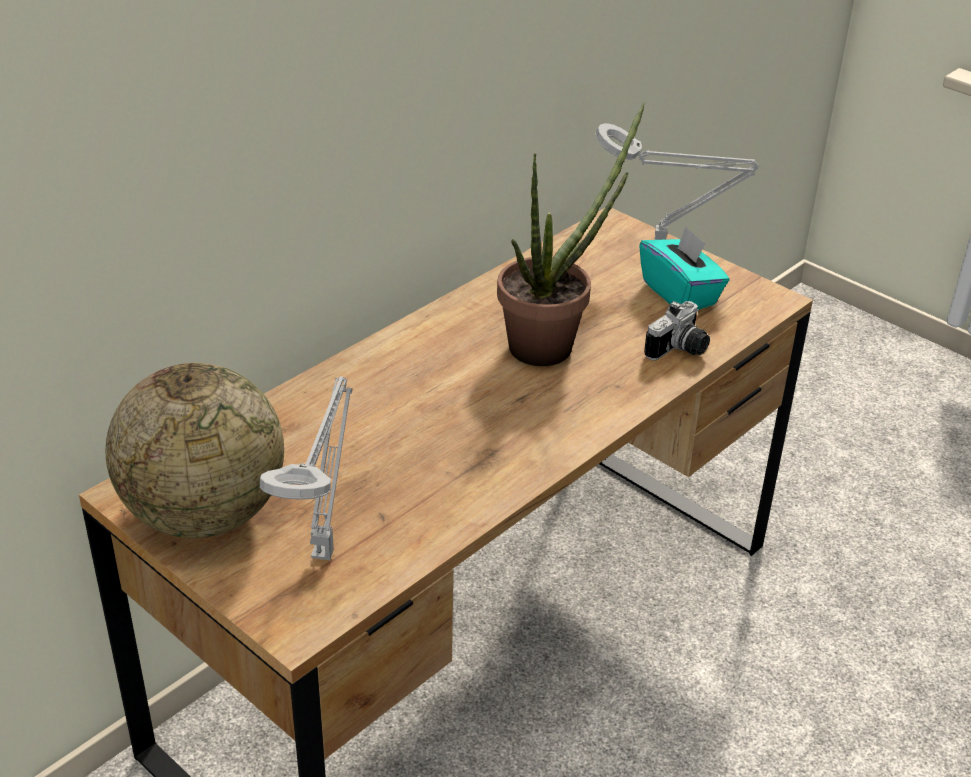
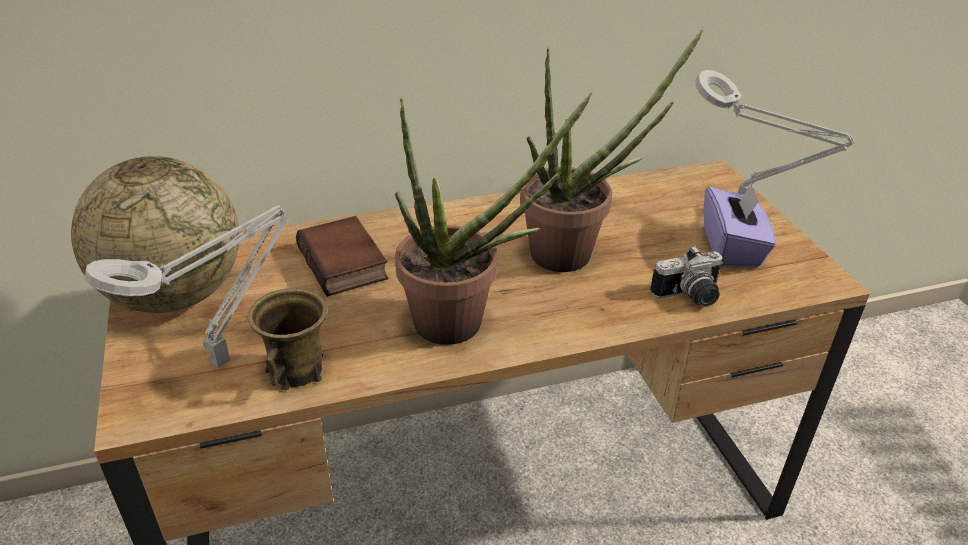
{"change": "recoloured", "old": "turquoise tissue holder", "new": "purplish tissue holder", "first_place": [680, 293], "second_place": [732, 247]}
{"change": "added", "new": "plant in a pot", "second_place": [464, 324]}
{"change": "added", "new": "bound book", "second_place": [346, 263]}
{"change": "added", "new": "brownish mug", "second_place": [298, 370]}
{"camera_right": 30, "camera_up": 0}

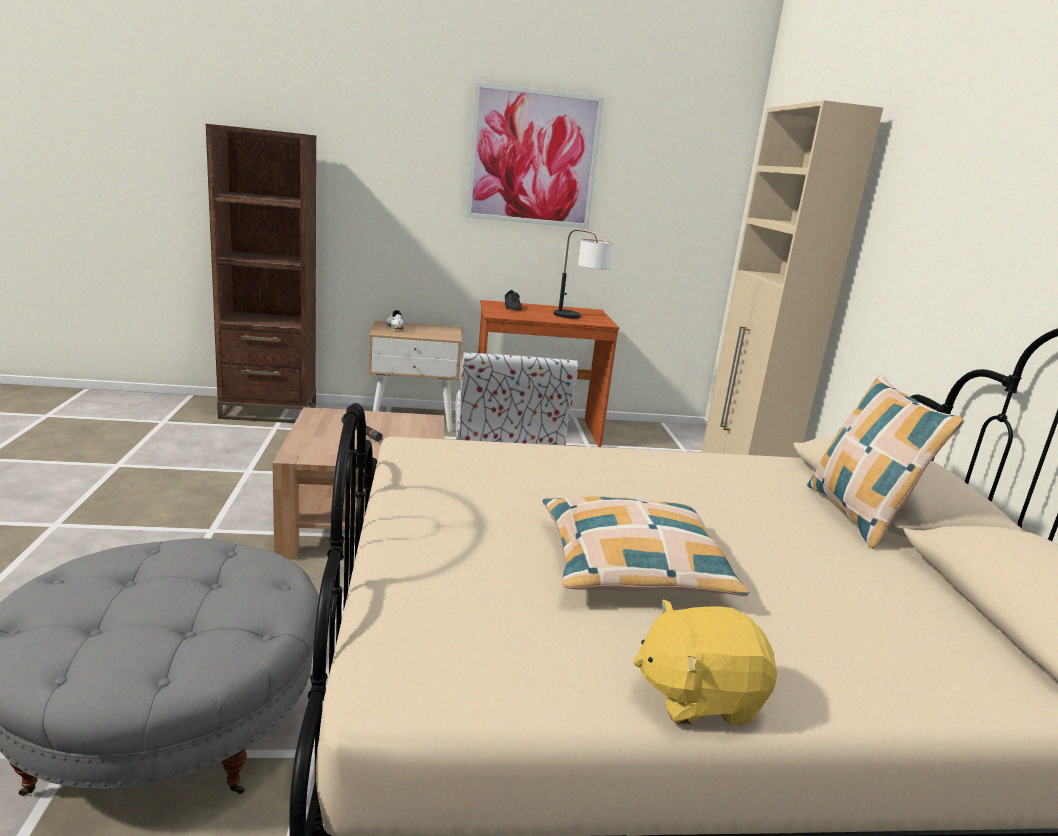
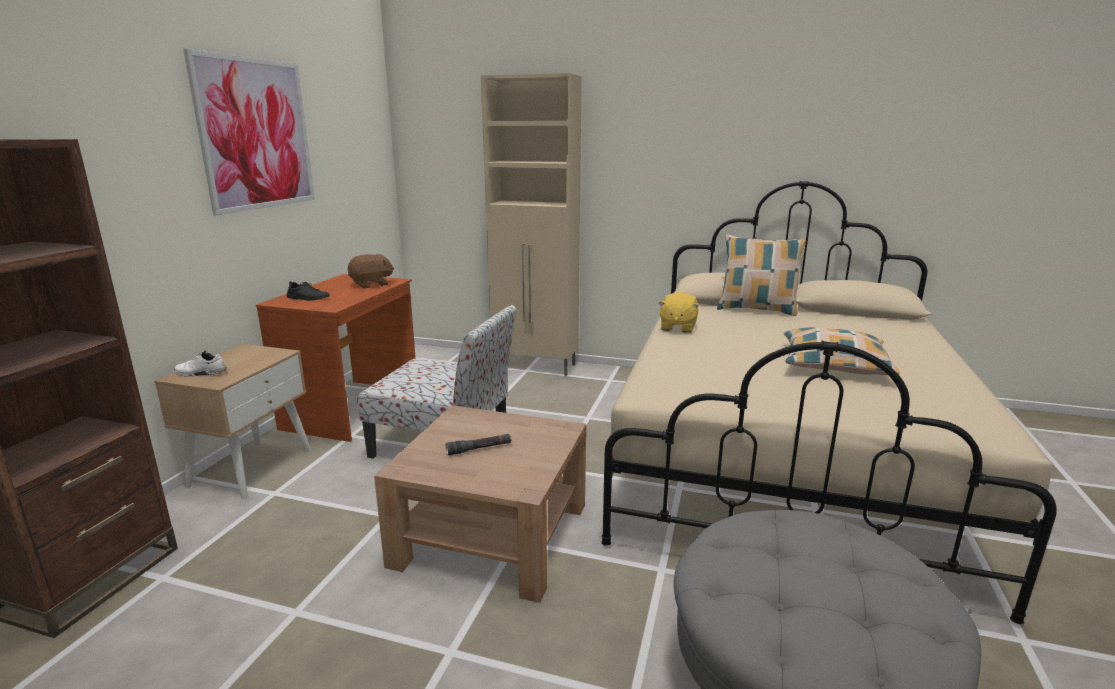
{"change": "replaced", "old": "table lamp", "new": "brownish plush toy", "first_place": [578, 318], "second_place": [371, 284]}
{"change": "moved", "old": "yellow plush toy", "first_place": [698, 696], "second_place": [677, 327]}
{"camera_right": -65, "camera_up": 0}

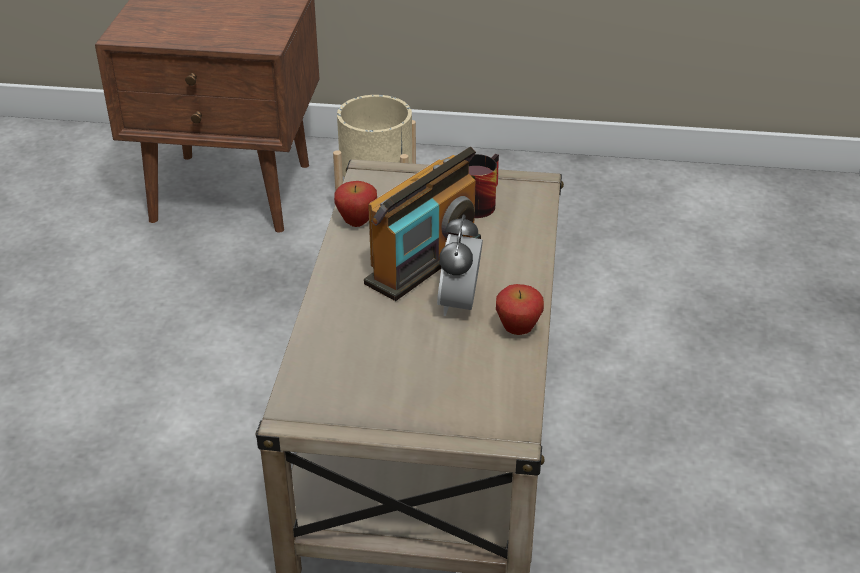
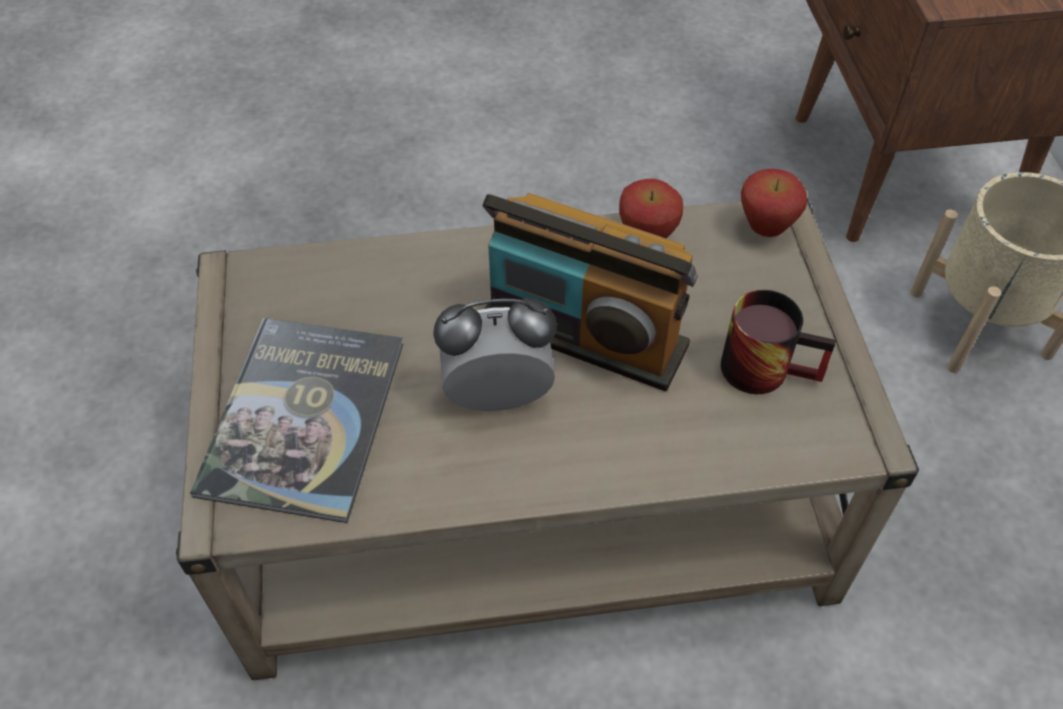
{"change": "moved", "old": "whole apple", "first_place": [518, 331], "second_place": [765, 229]}
{"change": "added", "new": "bound book", "second_place": [303, 417]}
{"camera_right": 75, "camera_up": 15}

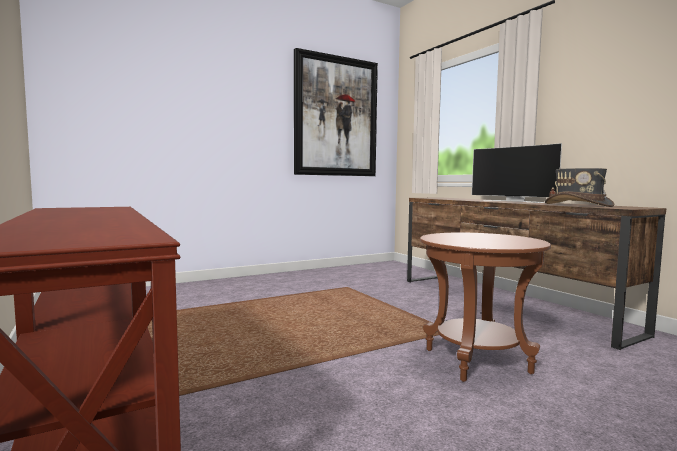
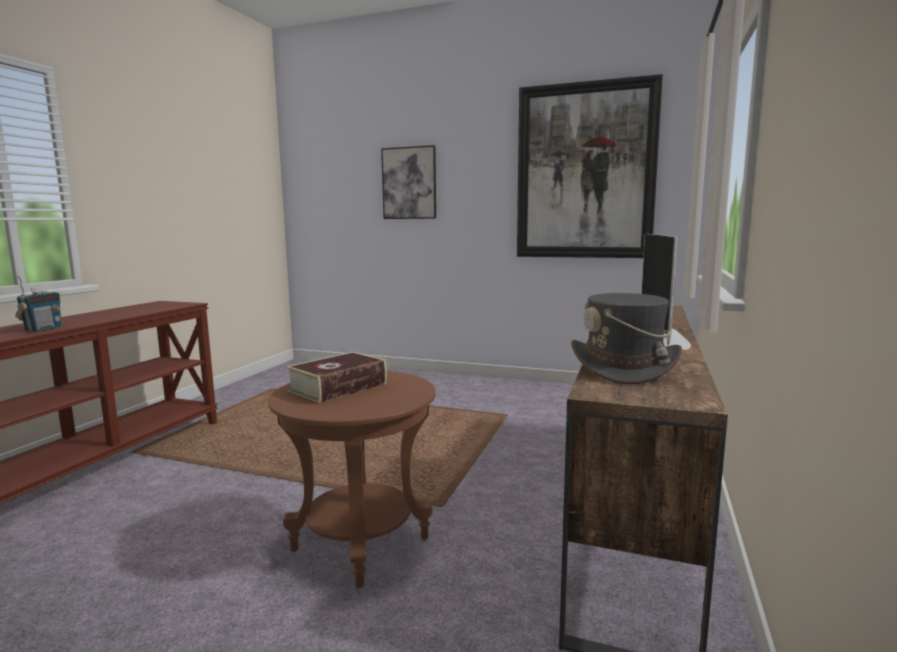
{"change": "added", "new": "picture", "second_place": [409, 183]}
{"change": "added", "new": "radio", "second_place": [43, 329]}
{"change": "added", "new": "bound book", "second_place": [338, 387]}
{"camera_right": 50, "camera_up": 5}

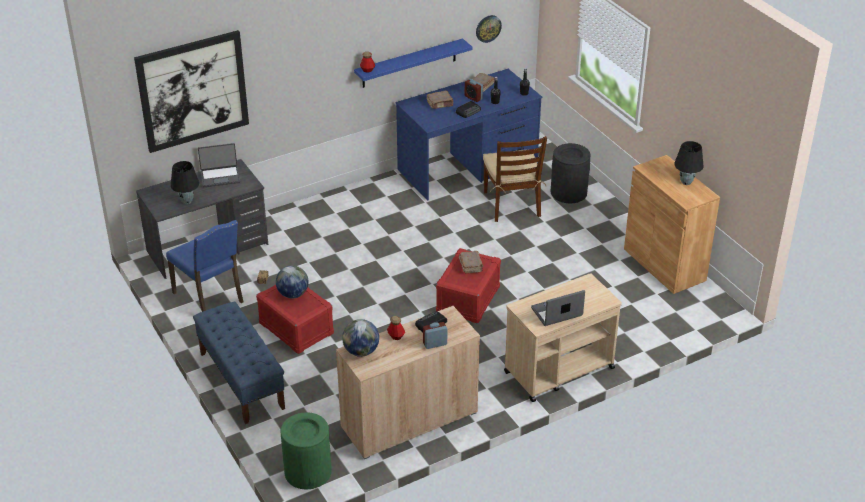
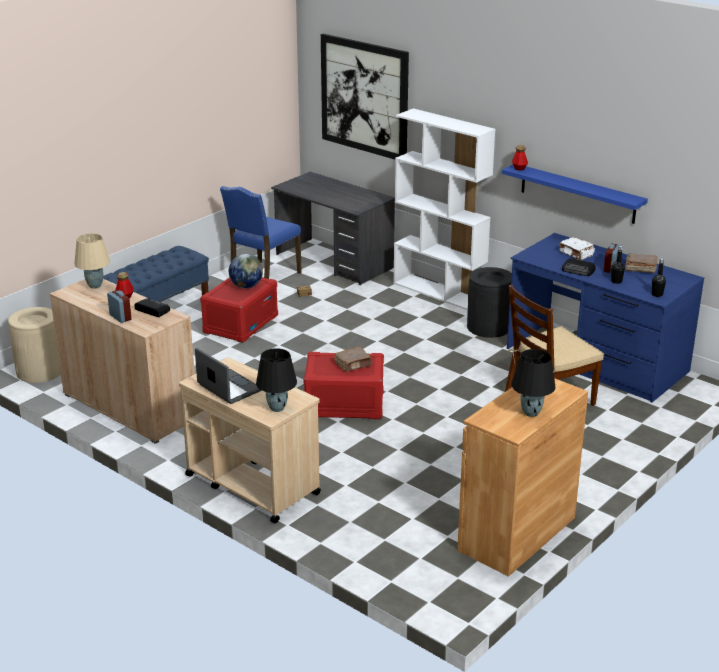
{"change": "removed", "old": "wall clock", "first_place": [488, 28]}
{"change": "recoloured", "old": "brownish bound book", "new": "whitish bound book", "first_place": [440, 104], "second_place": [576, 254]}
{"change": "removed", "old": "notebook computer", "first_place": [220, 177]}
{"change": "moved", "old": "blackish waste bin", "first_place": [569, 192], "second_place": [488, 327]}
{"change": "moved", "old": "blackish table lamp", "first_place": [187, 201], "second_place": [277, 408]}
{"change": "replaced", "old": "desk globe", "new": "beige-coloured table lamp", "first_place": [361, 351], "second_place": [94, 286]}
{"change": "recoloured", "old": "green-coloured waste bin", "new": "beige-coloured waste bin", "first_place": [308, 471], "second_place": [40, 371]}
{"change": "added", "new": "whitish bookcase", "second_place": [439, 292]}
{"camera_right": 70, "camera_up": -10}

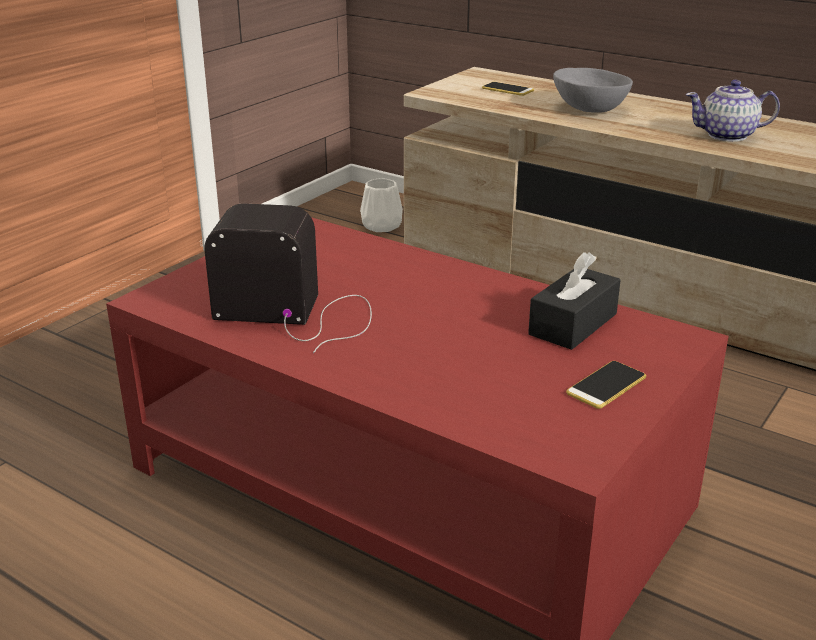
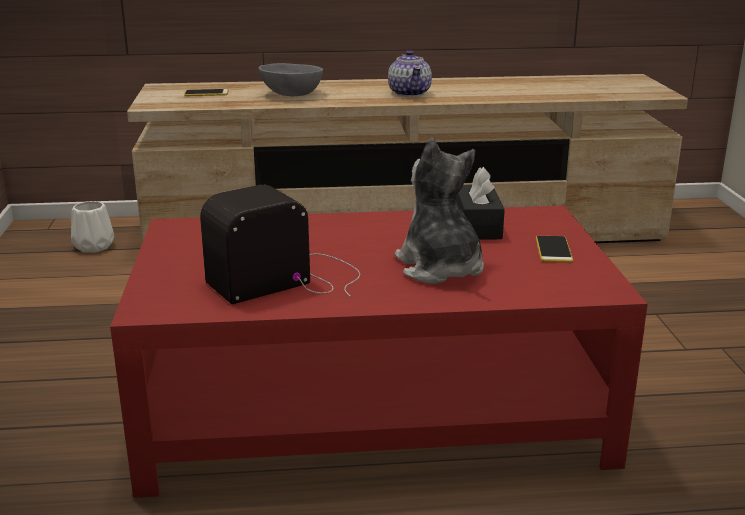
{"change": "turned", "old": "pot for tea", "first_place": [728, 135], "second_place": [409, 93], "degrees": -60}
{"change": "added", "new": "plush toy", "second_place": [440, 268]}
{"camera_right": -40, "camera_up": -5}

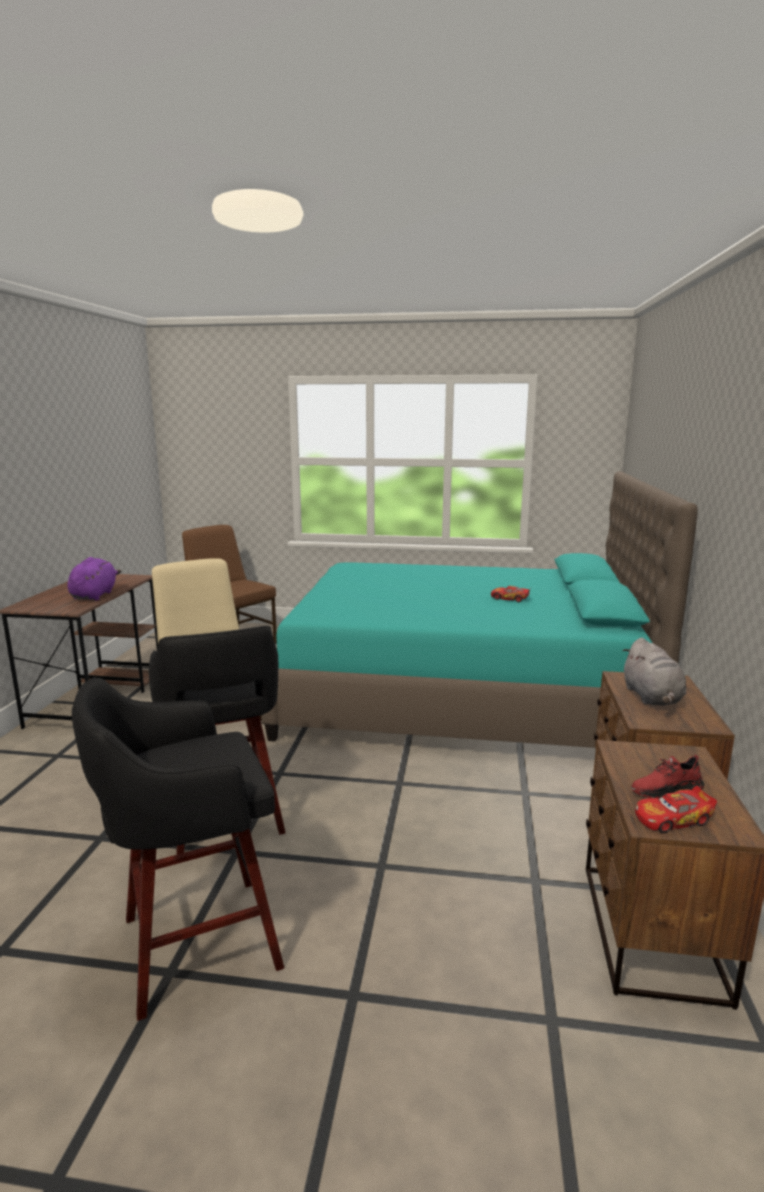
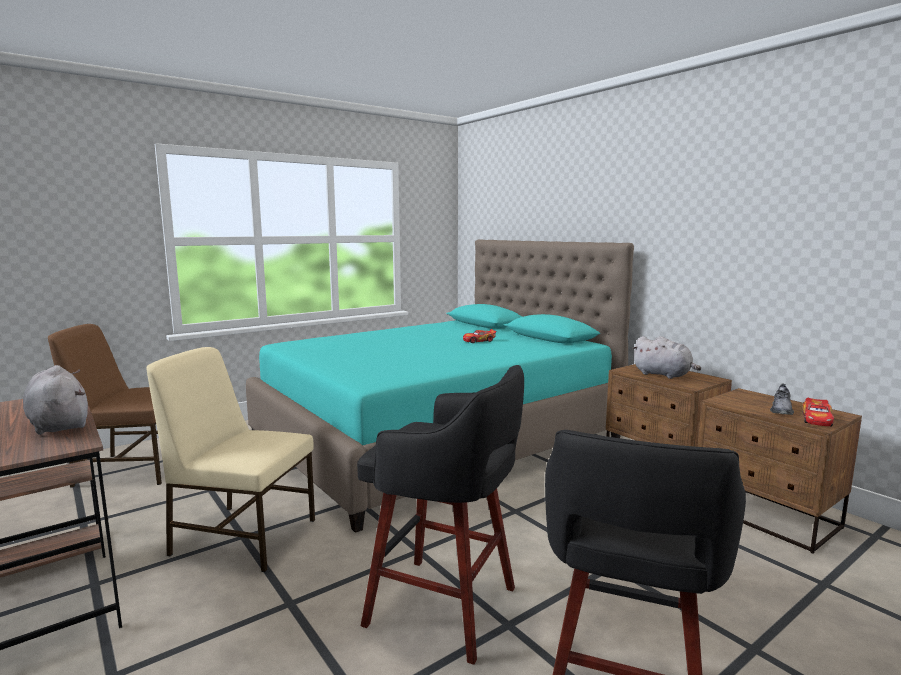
{"change": "recoloured", "old": "purplish plush toy", "new": "grey plush toy", "first_place": [95, 595], "second_place": [58, 424]}
{"change": "recoloured", "old": "reddish item of footwear", "new": "grey item of footwear", "first_place": [665, 789], "second_place": [781, 410]}
{"camera_right": -45, "camera_up": -5}

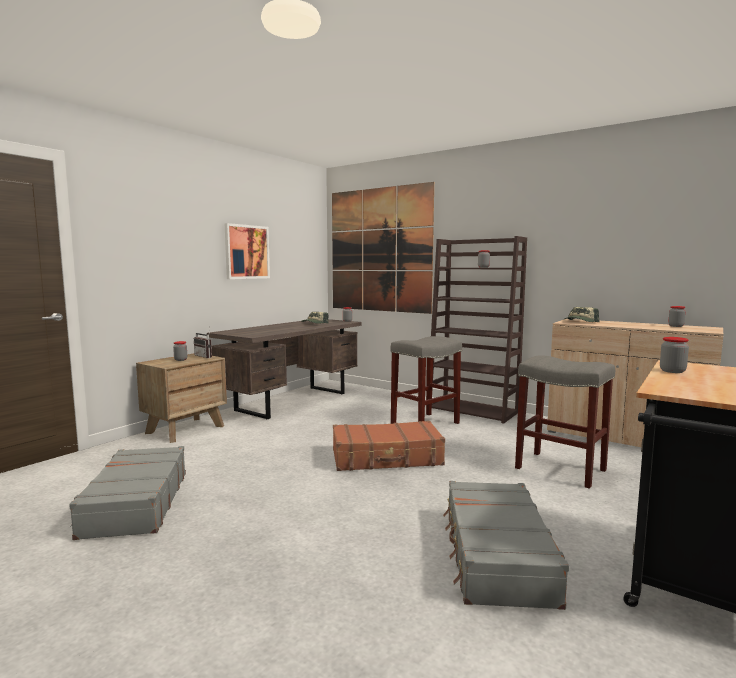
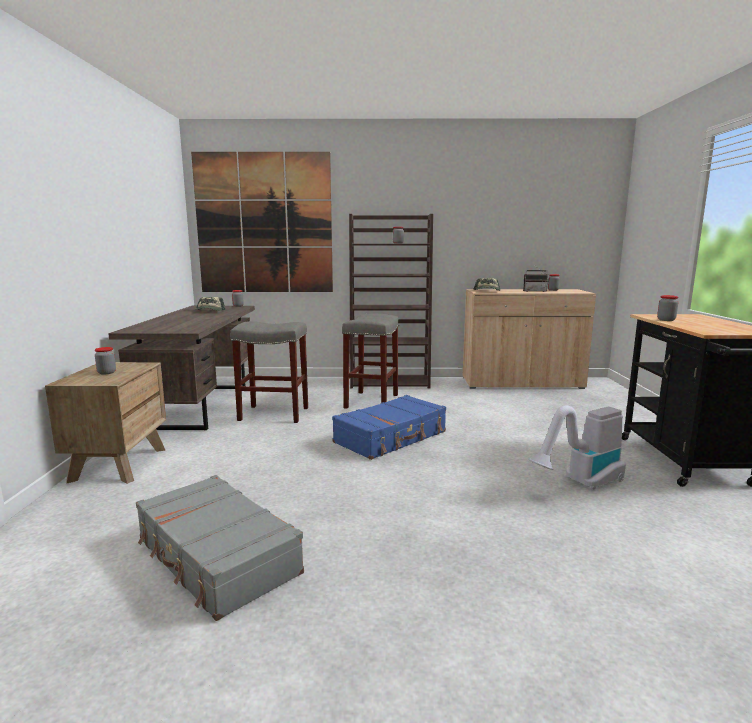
{"change": "removed", "old": "picture", "first_place": [247, 252]}
{"change": "moved", "old": "radio", "first_place": [206, 356], "second_place": [534, 291]}
{"change": "moved", "old": "grey sitting stool", "first_place": [559, 469], "second_place": [273, 414]}
{"change": "recoloured", "old": "brownish travel case", "new": "bluish travel case", "first_place": [387, 458], "second_place": [391, 437]}
{"change": "replaced", "old": "grey travel case", "new": "vacuum cleaner", "first_place": [496, 555], "second_place": [580, 484]}
{"camera_right": -35, "camera_up": 5}

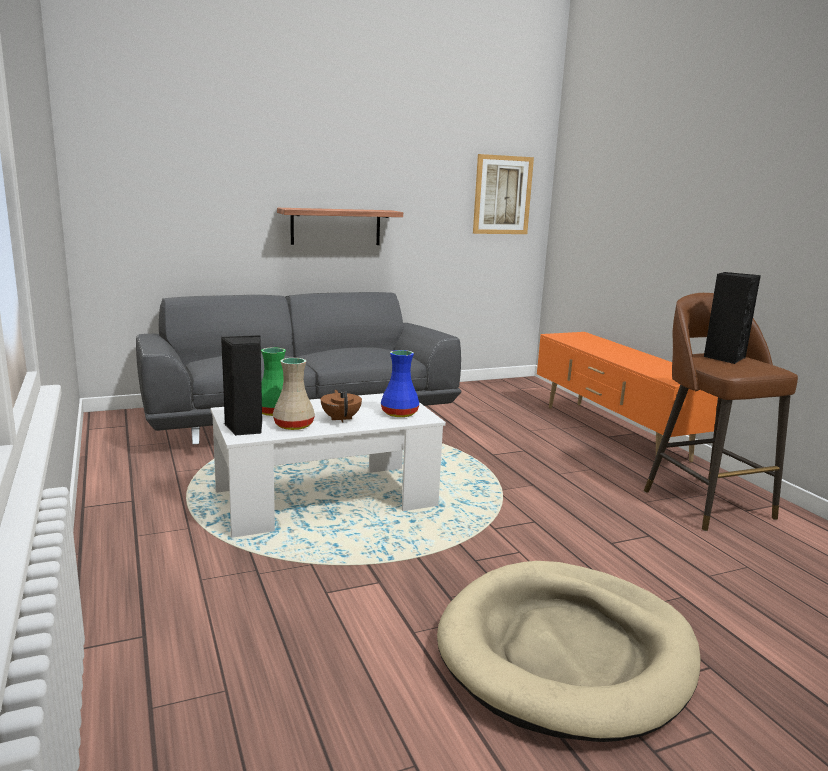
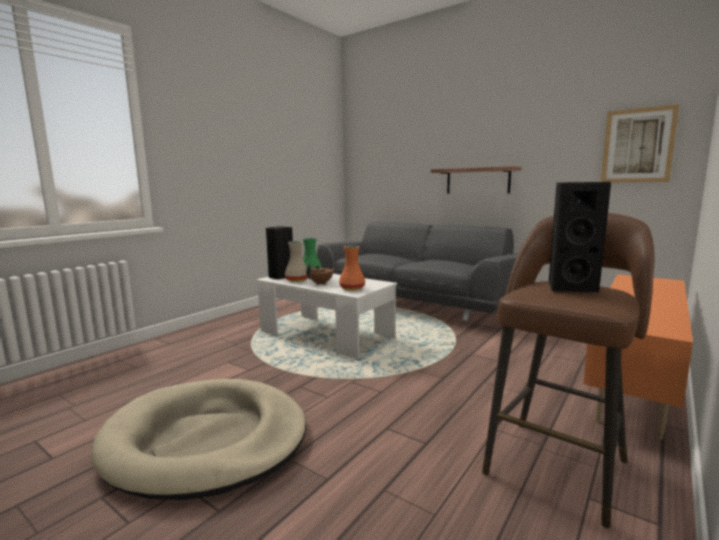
{"change": "recoloured", "old": "bluish decorative vase", "new": "orangey decorative vase", "first_place": [400, 413], "second_place": [352, 289]}
{"camera_right": 60, "camera_up": -5}

